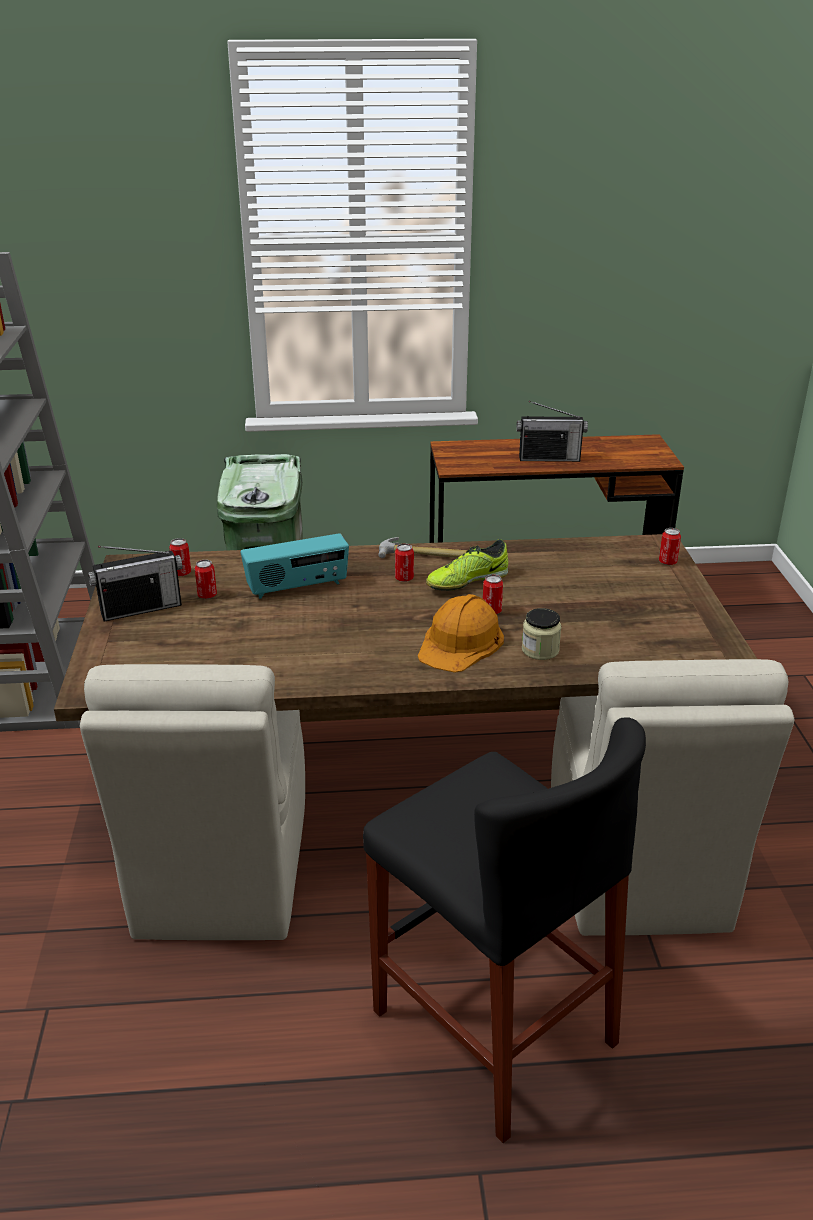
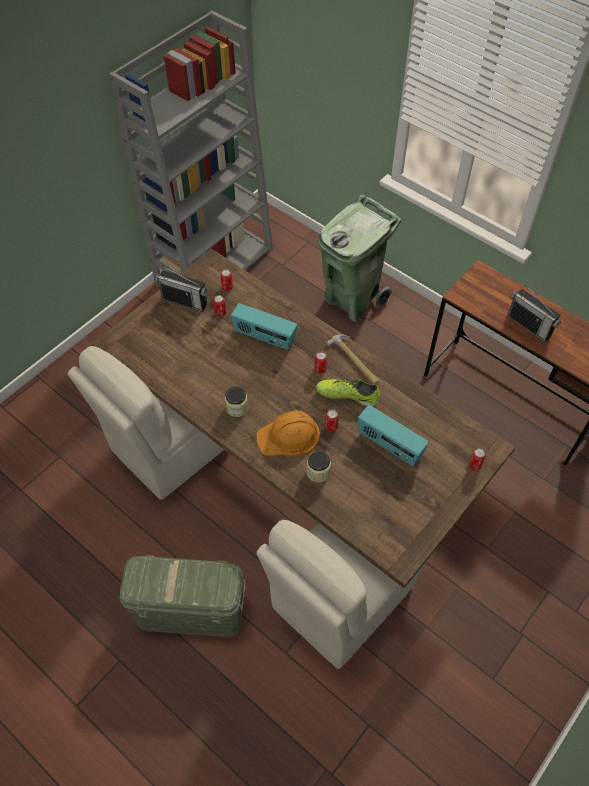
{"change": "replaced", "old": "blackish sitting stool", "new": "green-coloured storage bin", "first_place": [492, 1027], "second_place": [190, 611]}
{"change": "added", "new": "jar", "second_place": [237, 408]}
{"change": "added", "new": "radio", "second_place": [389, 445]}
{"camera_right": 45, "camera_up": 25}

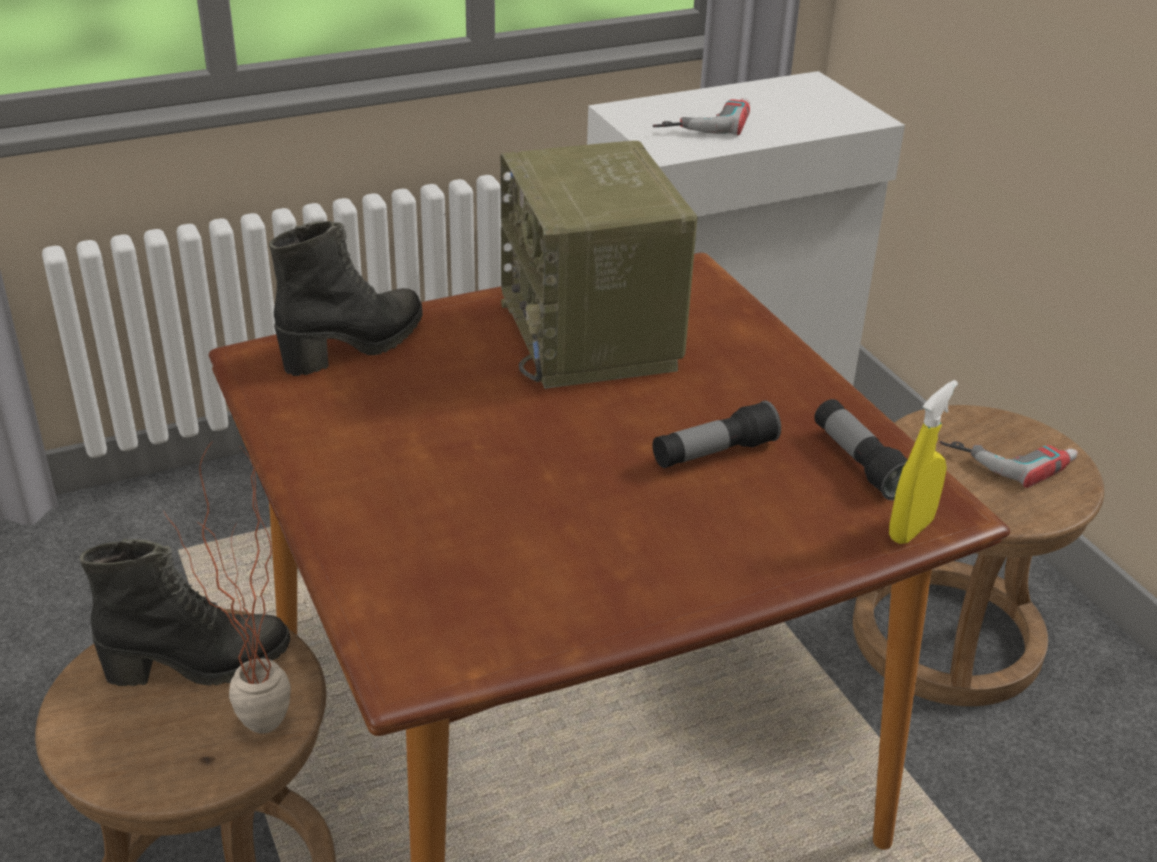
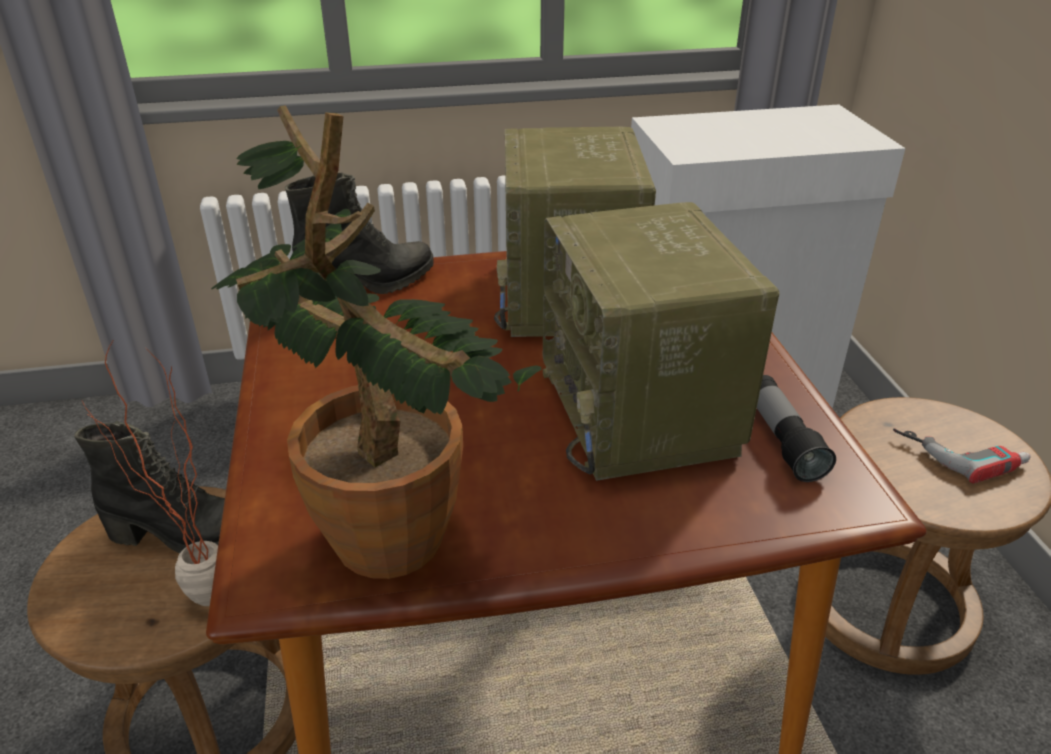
{"change": "removed", "old": "drill", "first_place": [703, 122]}
{"change": "removed", "old": "yellow sprayer", "first_place": [910, 529]}
{"change": "replaced", "old": "flashlight", "new": "radio", "first_place": [714, 453], "second_place": [641, 412]}
{"change": "added", "new": "plant in a pot", "second_place": [381, 519]}
{"camera_right": 15, "camera_up": 0}

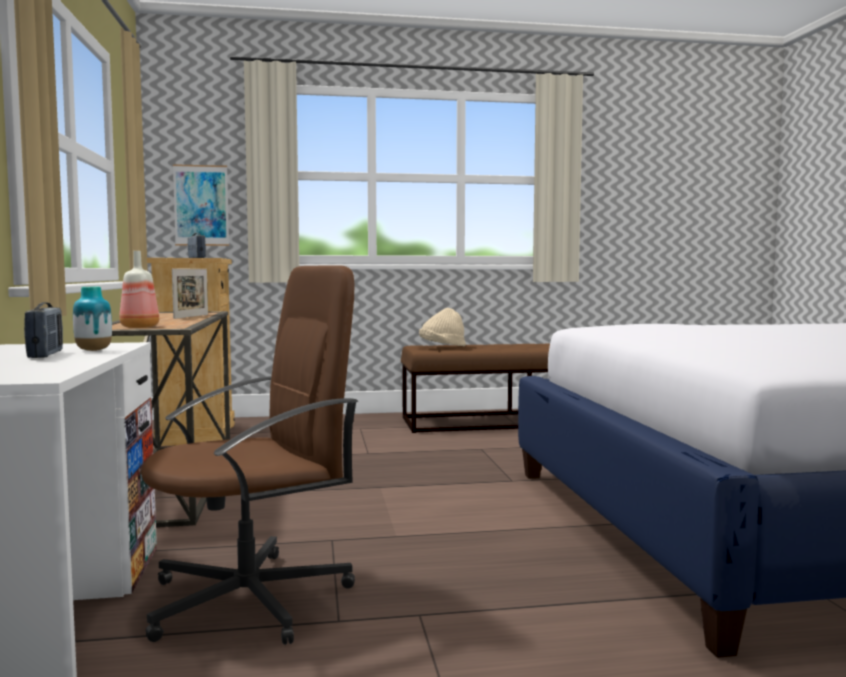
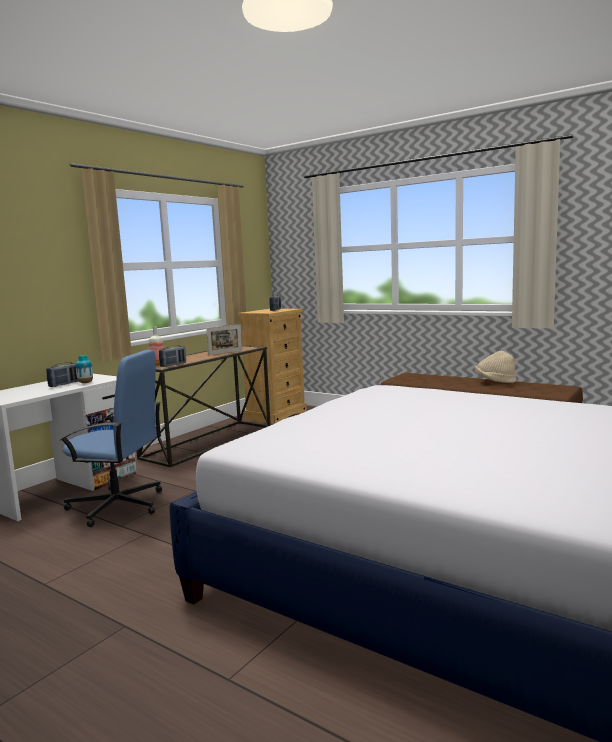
{"change": "removed", "old": "picture", "first_place": [201, 205]}
{"change": "recoloured", "old": "brownish office chair", "new": "bluish office chair", "first_place": [252, 598], "second_place": [118, 506]}
{"change": "moved", "old": "beige-coloured clothing hat", "first_place": [442, 347], "second_place": [495, 382]}
{"change": "added", "new": "radio", "second_place": [173, 365]}
{"camera_right": 45, "camera_up": 5}

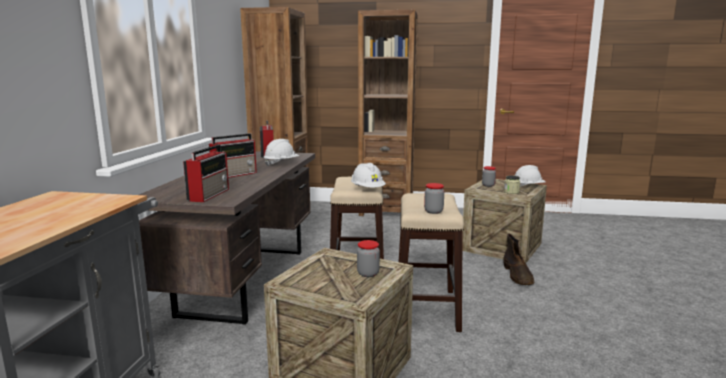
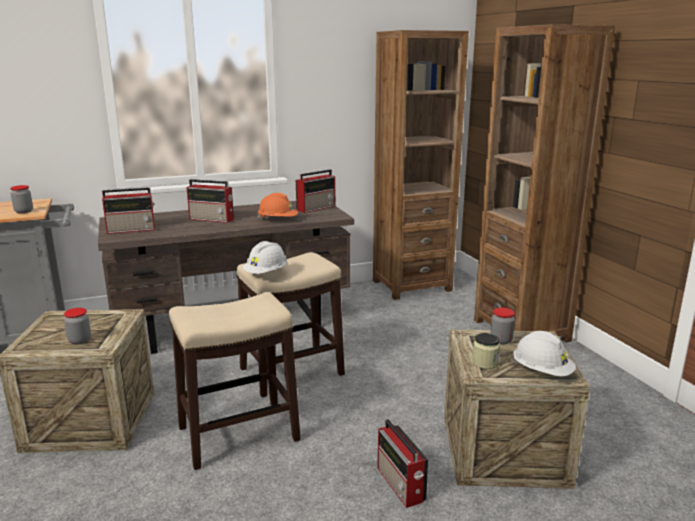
{"change": "recoloured", "old": "whitish hard hat", "new": "orangey hard hat", "first_place": [281, 163], "second_place": [278, 220]}
{"change": "moved", "old": "jar", "first_place": [433, 211], "second_place": [24, 211]}
{"change": "replaced", "old": "brownish tall boot", "new": "radio", "first_place": [518, 275], "second_place": [401, 485]}
{"camera_right": 60, "camera_up": 5}

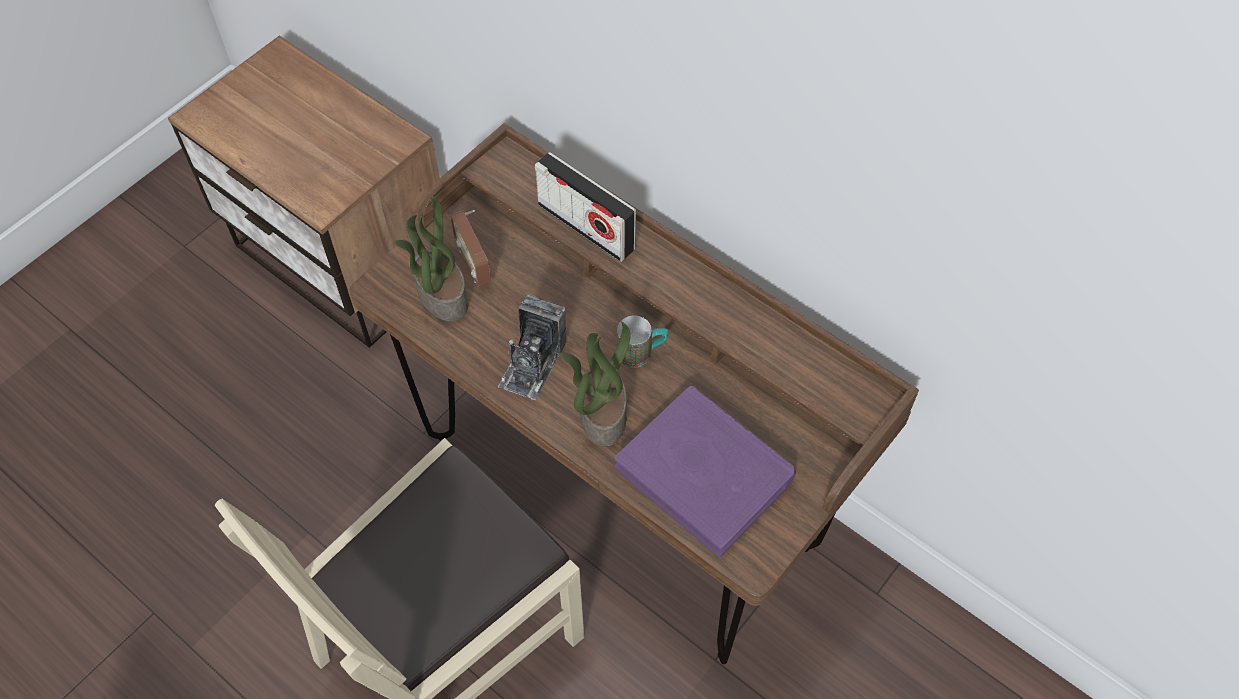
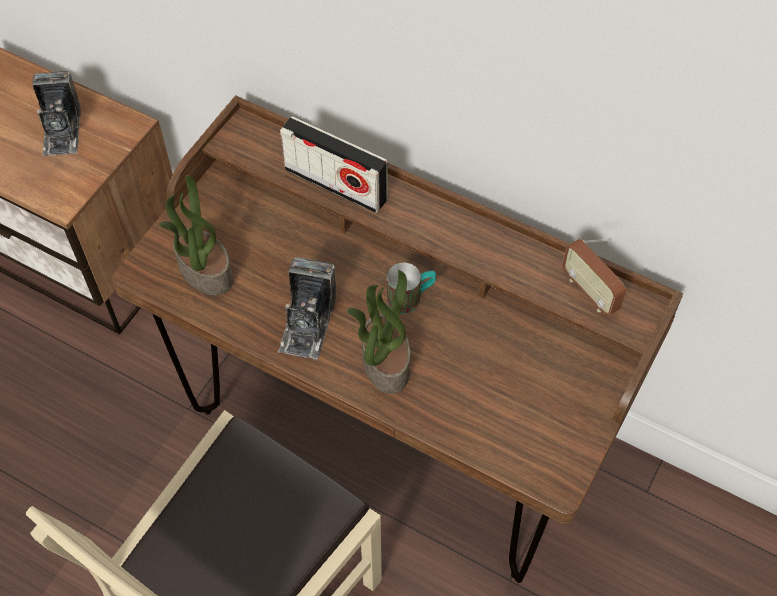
{"change": "moved", "old": "radio", "first_place": [474, 264], "second_place": [589, 292]}
{"change": "removed", "old": "purplish bound book", "first_place": [705, 472]}
{"change": "added", "new": "photo camera", "second_place": [62, 130]}
{"camera_right": -10, "camera_up": 0}

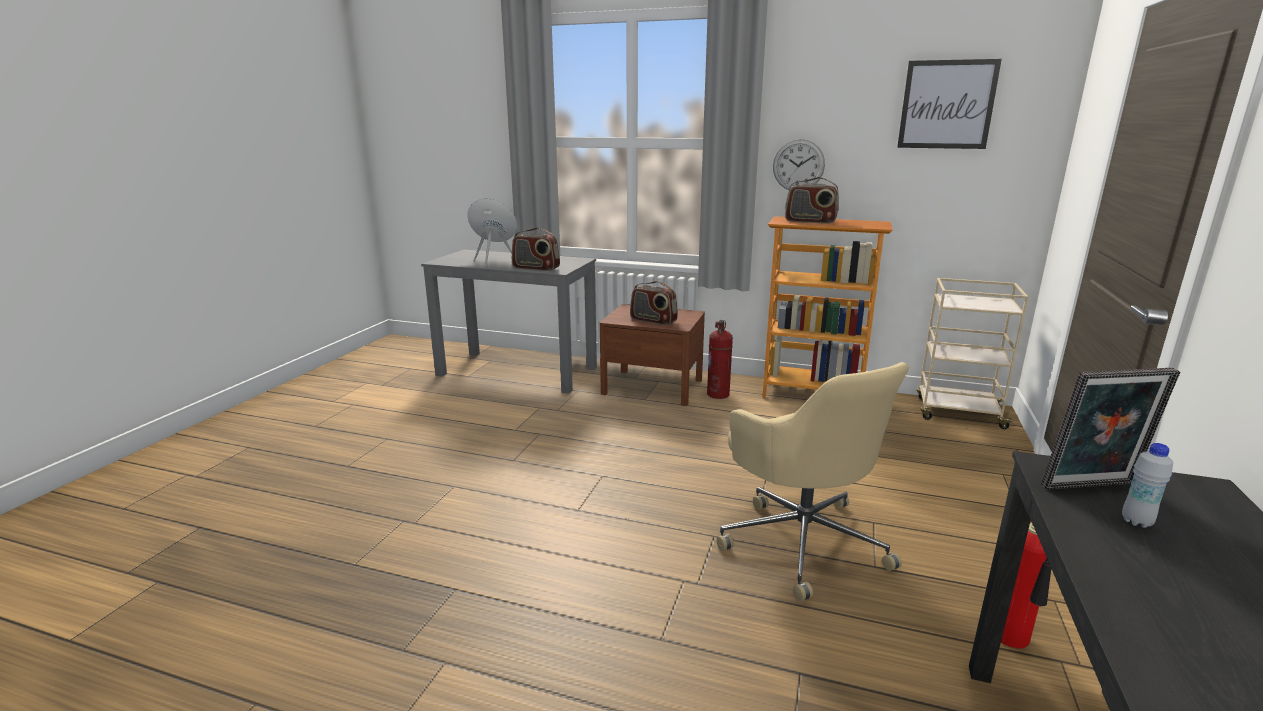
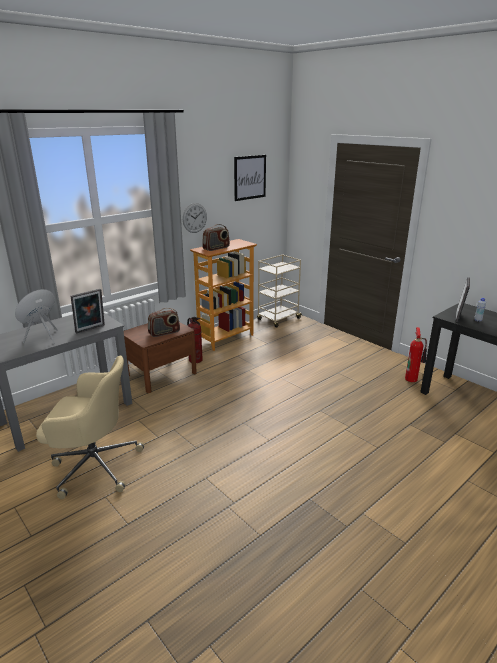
{"change": "replaced", "old": "radio", "new": "standing frame", "first_place": [536, 268], "second_place": [91, 329]}
{"change": "moved", "old": "beige-coloured office chair", "first_place": [802, 540], "second_place": [94, 465]}
{"camera_right": -60, "camera_up": 5}

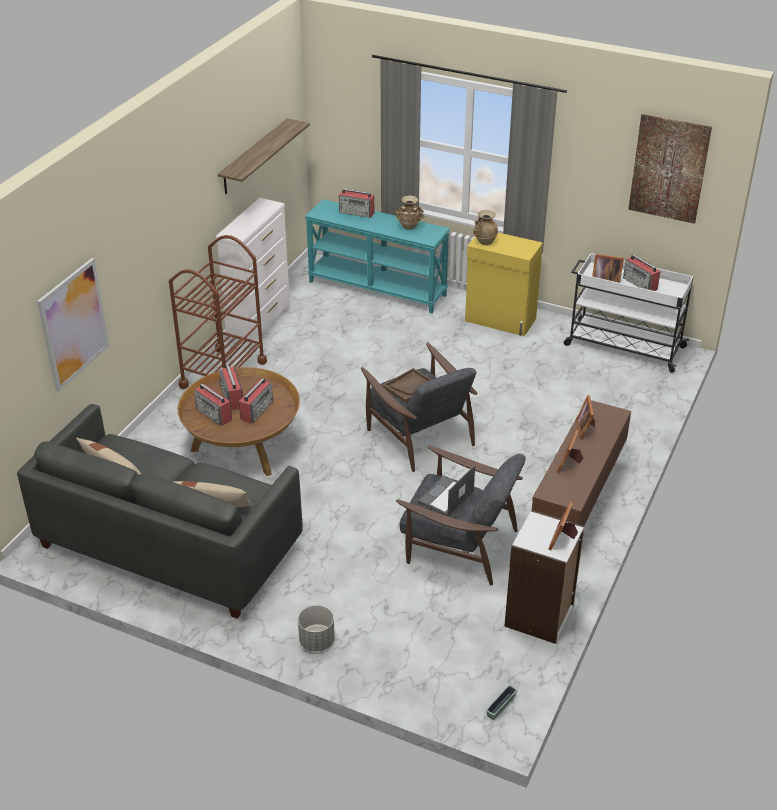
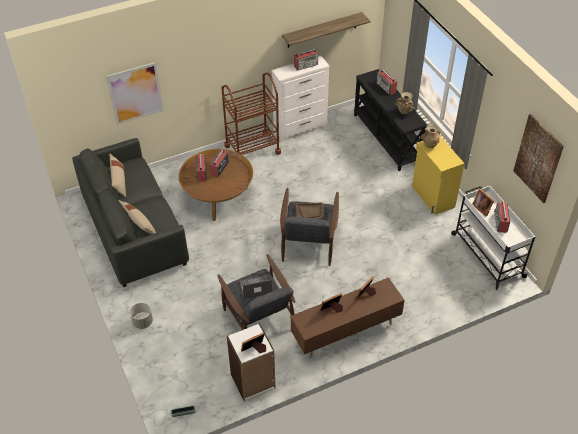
{"change": "recoloured", "old": "turquoise narrow table", "new": "blackish narrow table", "first_place": [378, 288], "second_place": [386, 138]}
{"change": "moved", "old": "radio", "first_place": [257, 410], "second_place": [306, 65]}
{"camera_right": 40, "camera_up": 10}

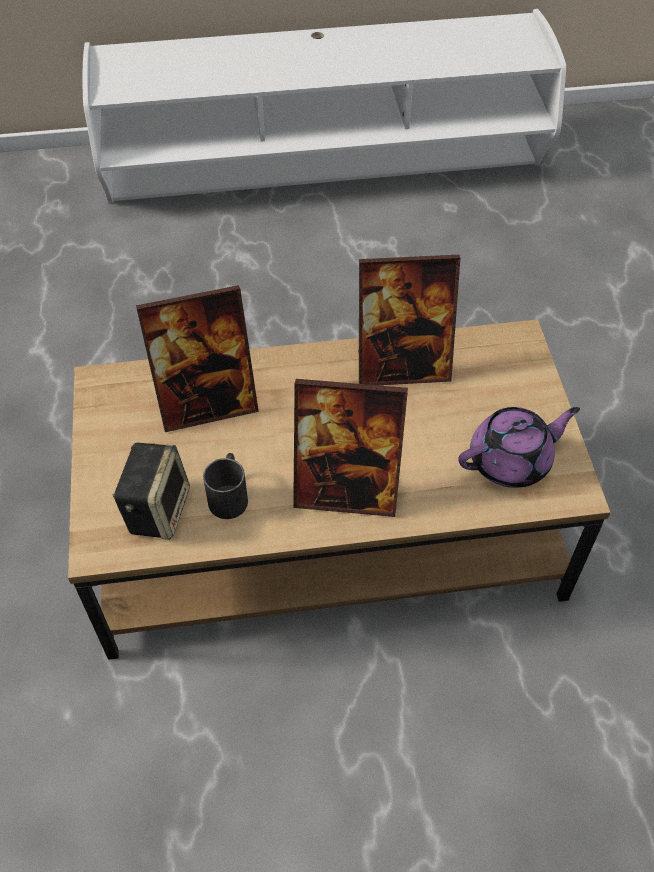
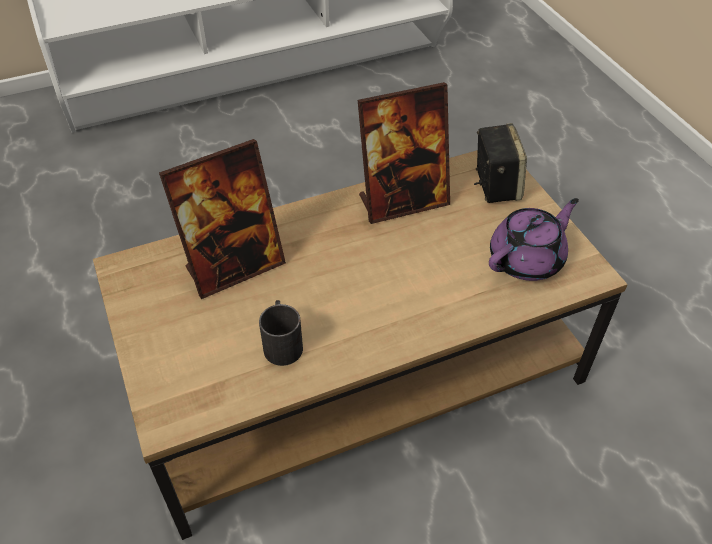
{"change": "removed", "old": "standing frame", "first_place": [346, 492]}
{"change": "moved", "old": "audio speaker", "first_place": [157, 509], "second_place": [495, 185]}
{"camera_right": -15, "camera_up": -5}

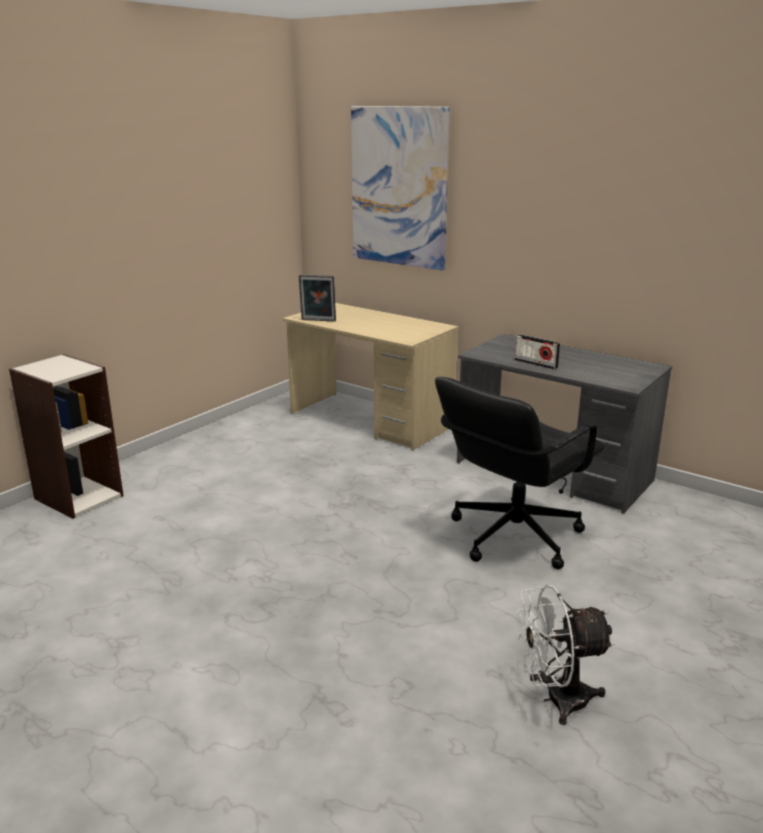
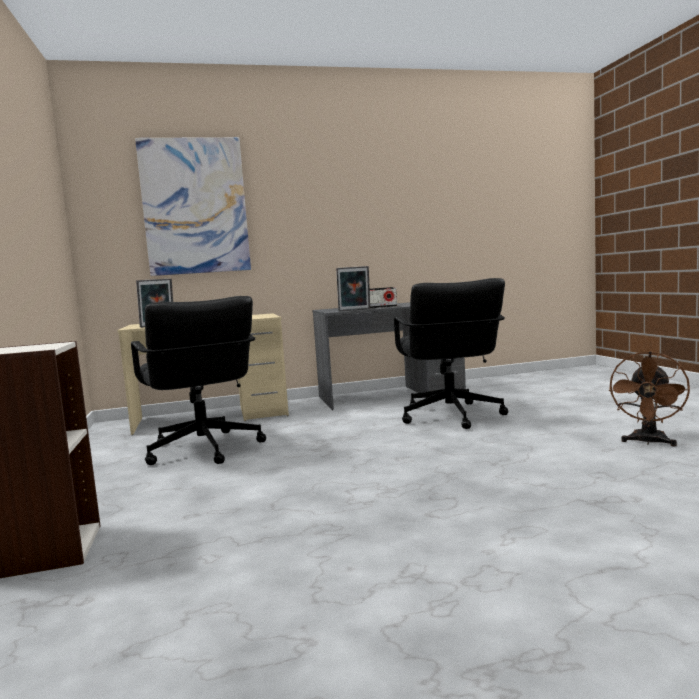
{"change": "recoloured", "old": "whitish electric fan", "new": "brownish electric fan", "first_place": [556, 699], "second_place": [648, 442]}
{"change": "added", "new": "standing frame", "second_place": [354, 310]}
{"change": "added", "new": "blackish office chair", "second_place": [203, 450]}
{"camera_right": -50, "camera_up": -15}

